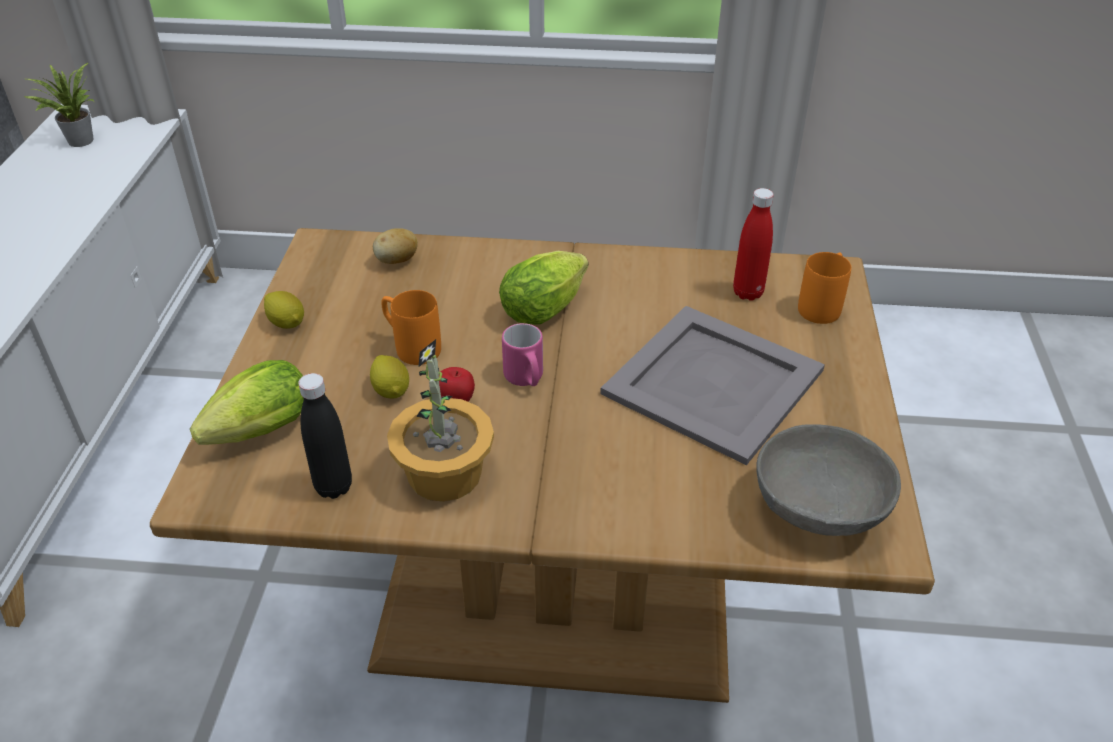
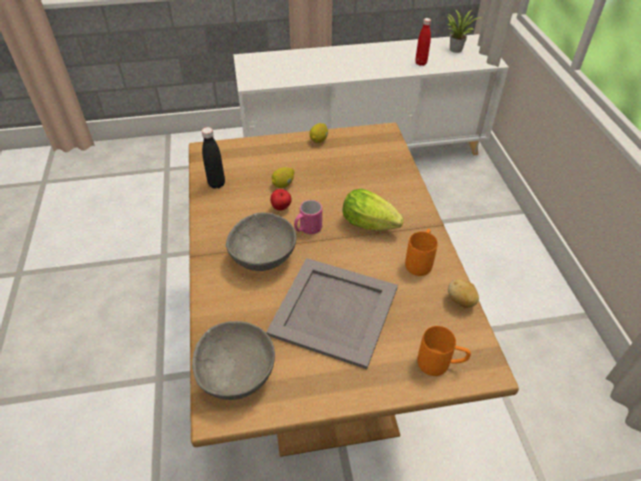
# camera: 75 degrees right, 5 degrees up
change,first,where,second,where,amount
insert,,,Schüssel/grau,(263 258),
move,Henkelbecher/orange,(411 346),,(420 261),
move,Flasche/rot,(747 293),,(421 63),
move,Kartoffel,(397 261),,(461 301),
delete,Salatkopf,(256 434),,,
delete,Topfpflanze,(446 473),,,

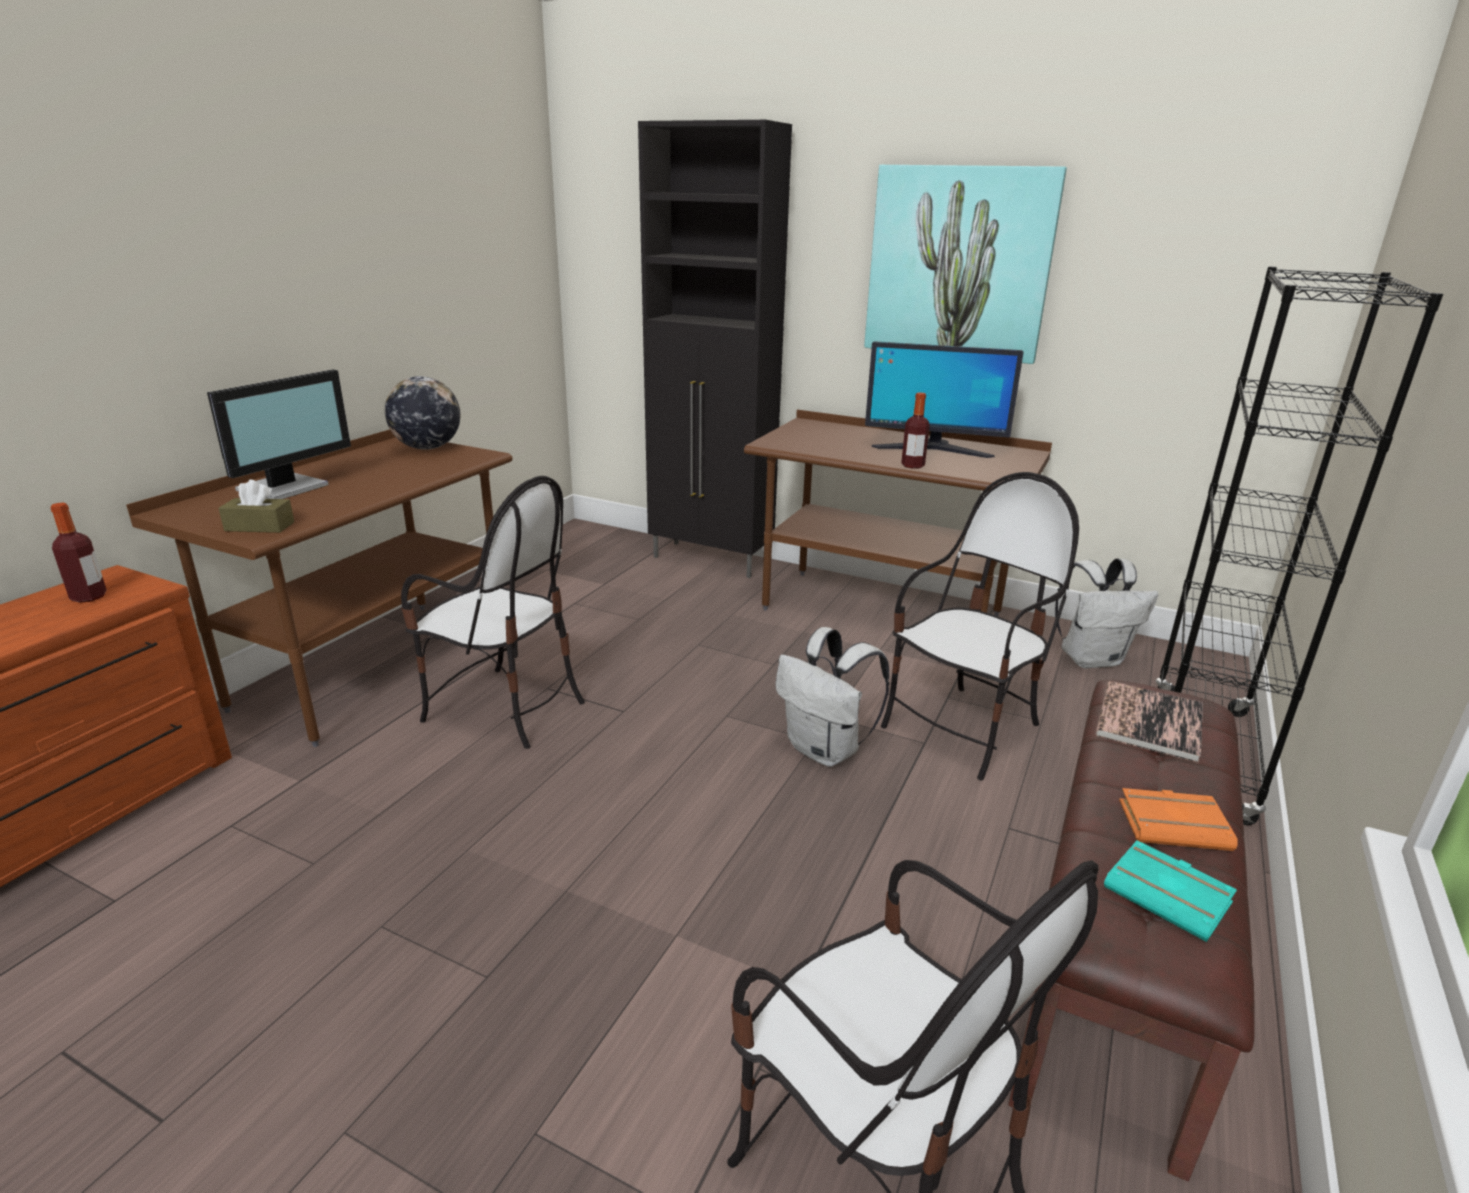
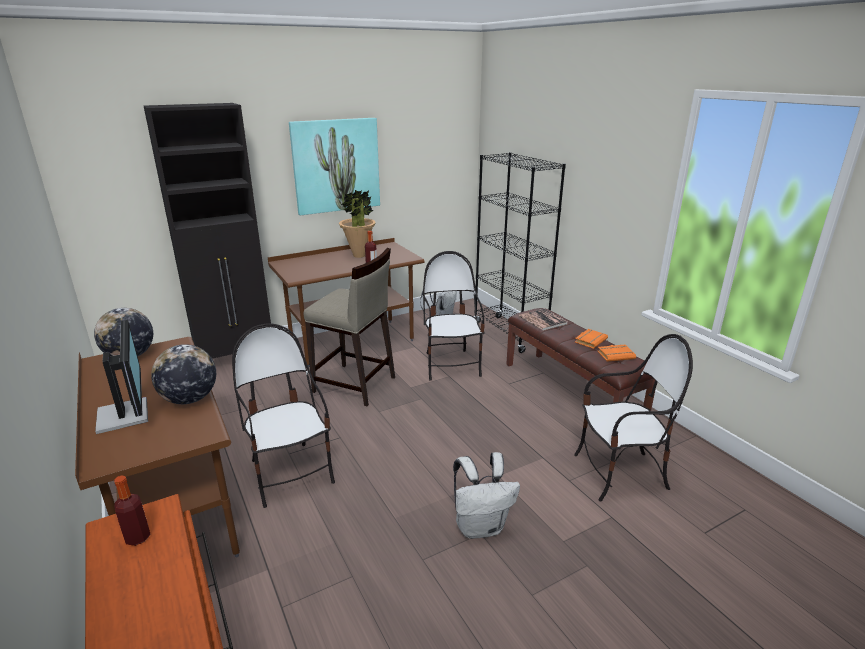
# camera: 55 degrees left, 0 degrees up
change,first,where,second,where,amount
insert,,,Globus,(190 399),
rotate,Stuhl,(504 709),,(290 473),90 degrees counterclockwise
insert,,,Hocker/beige,(355 385),
replace,Monitor,(933 449),Topfpflanze,(359 255),
move,Rucksack/weiß,(826 750),,(481 526),
recolor,Buch/türkis,(1170 896),Buch/orange,(616 355),
delete,Taschentuchbox/braun,(259 526),,,

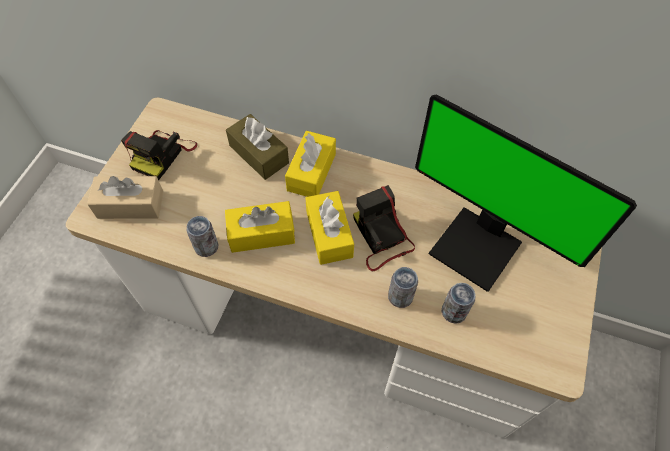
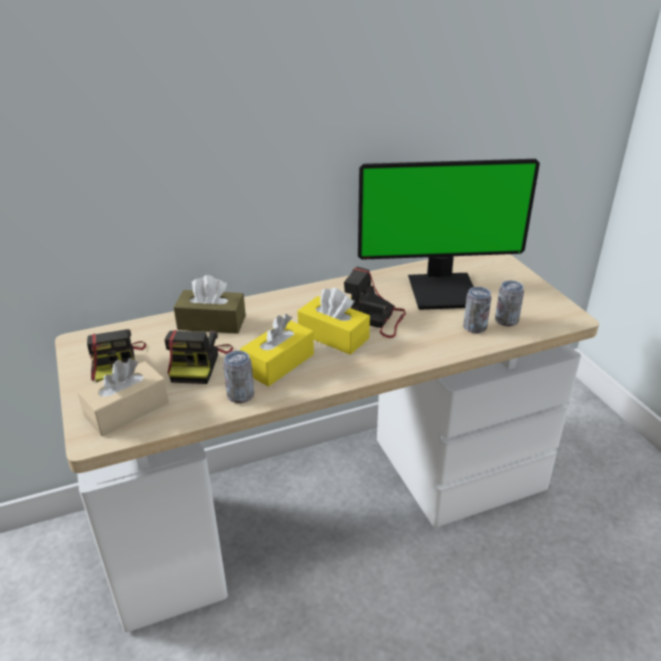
# camera: 40 degrees left, 25 degrees down
change,first,where,second,where,amount
insert,,,Kamera,(199 363),
move,Dose,(400 296),,(506 320),
delete,Taschentuchbox/gelb,(311 172),,,

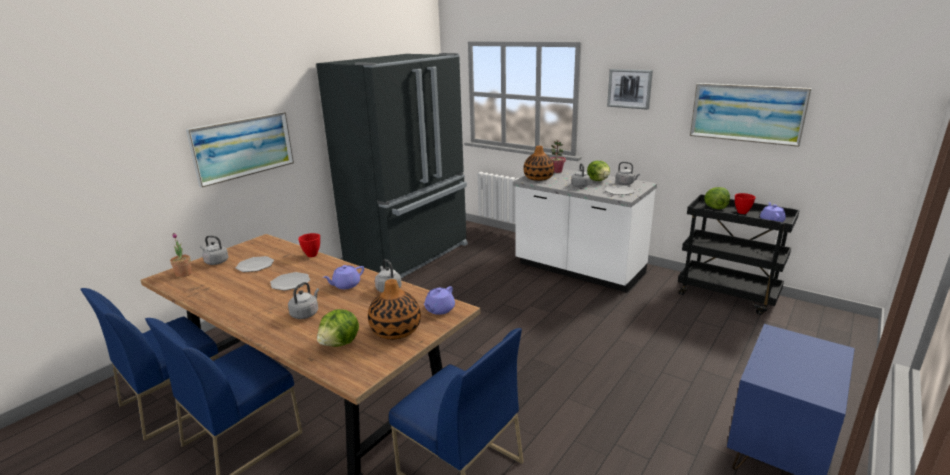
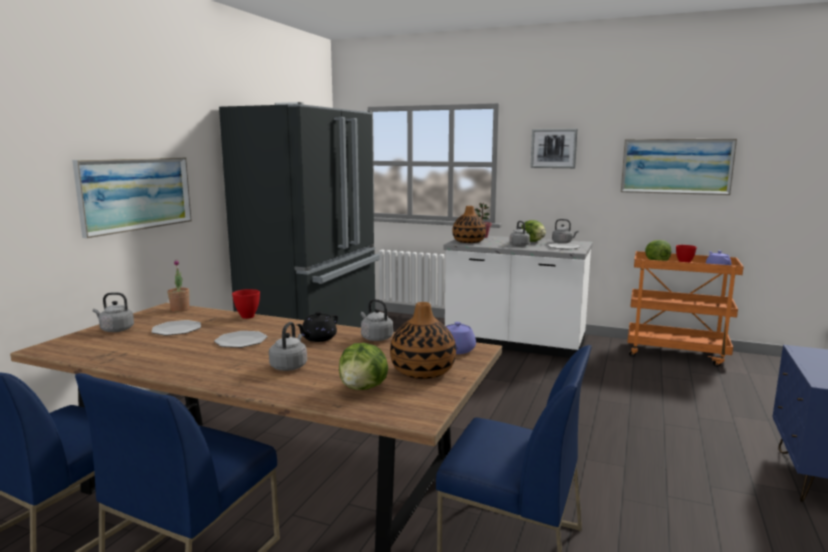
# camera: 15 degrees left, 10 degrees down
change,first,where,second,where,amount
move,Topfpflanze,(184 274),,(180 309),
recolor,Teekanne/lila,(346 285),Teekanne/schwarz,(318 338),
recolor,Rollwagen/schwarz,(728 295),Rollwagen/orange,(676 354),

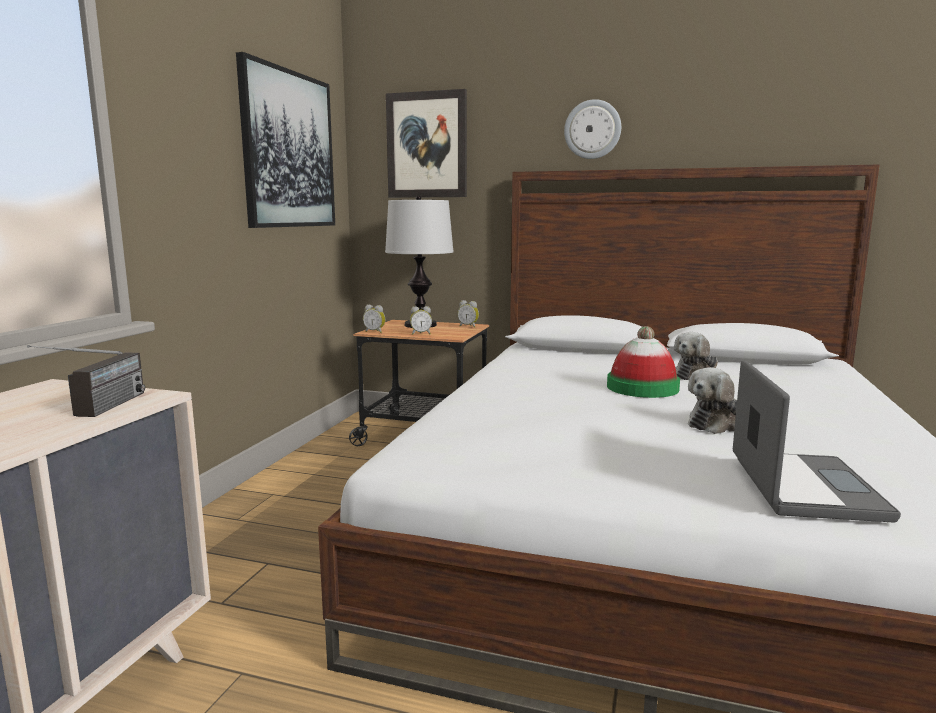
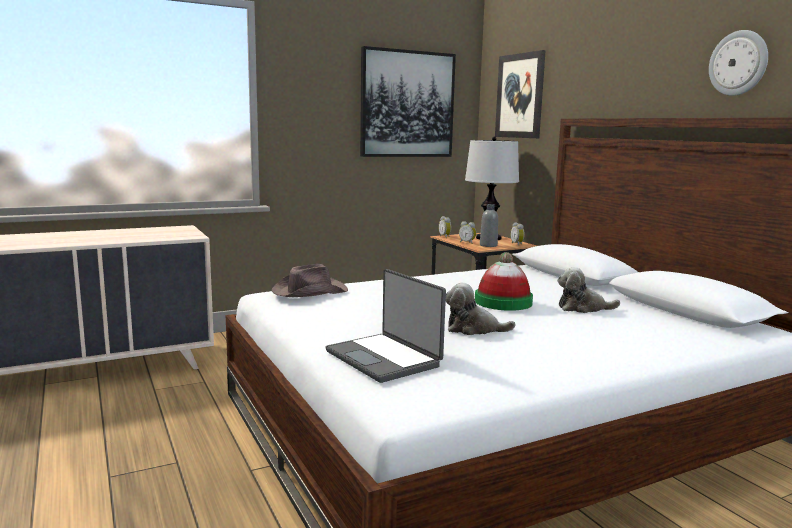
# camera: 45 degrees right, 0 degrees up
change,first,where,second,where,amount
insert,,,Hut/braun,(309 291),
rotate,Laptop,(802 487),,(384 358),90 degrees clockwise
insert,,,Flasche/grau,(488 245),
move,Wanduhr,(592 129),,(738 63),
delete,Radio,(99 410),,,

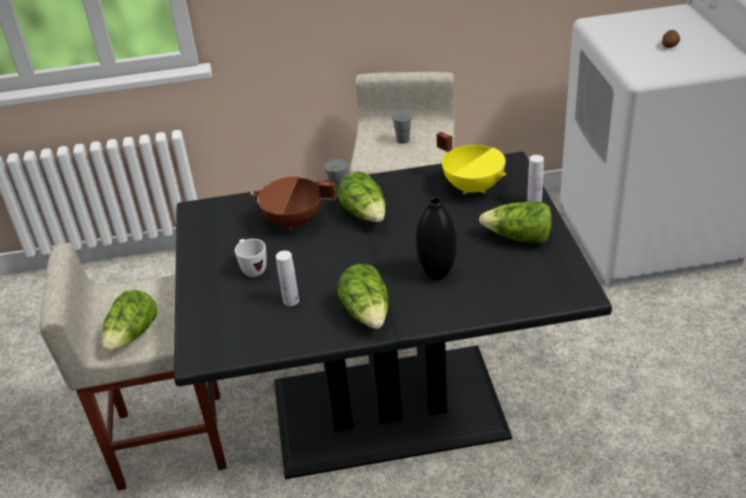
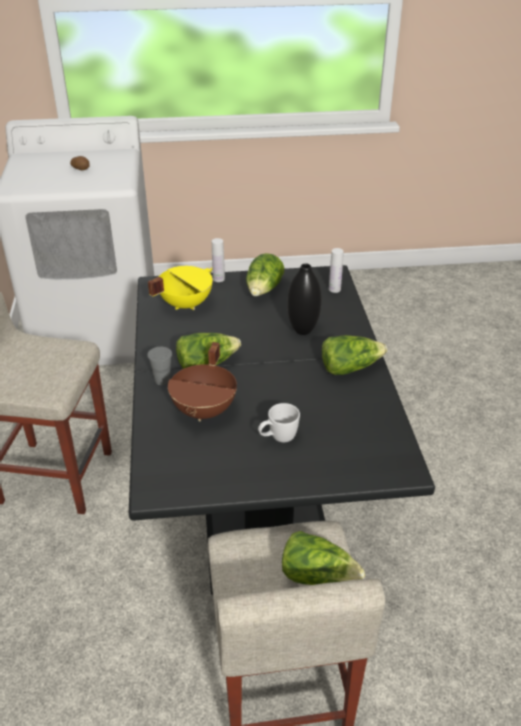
# camera: 90 degrees left, 0 degrees up
change,first,where,second,where,amount
move,Flasche/weiß,(291 300),,(334 289),
delete,Tasse/grau,(403 140),,,

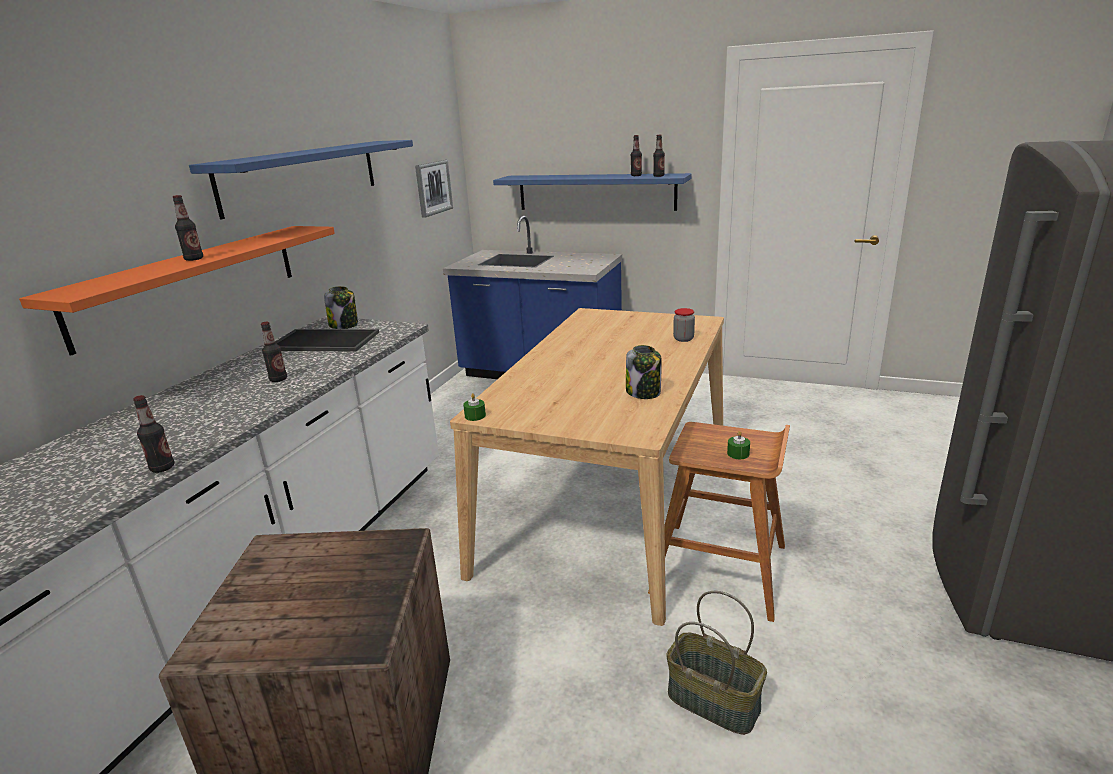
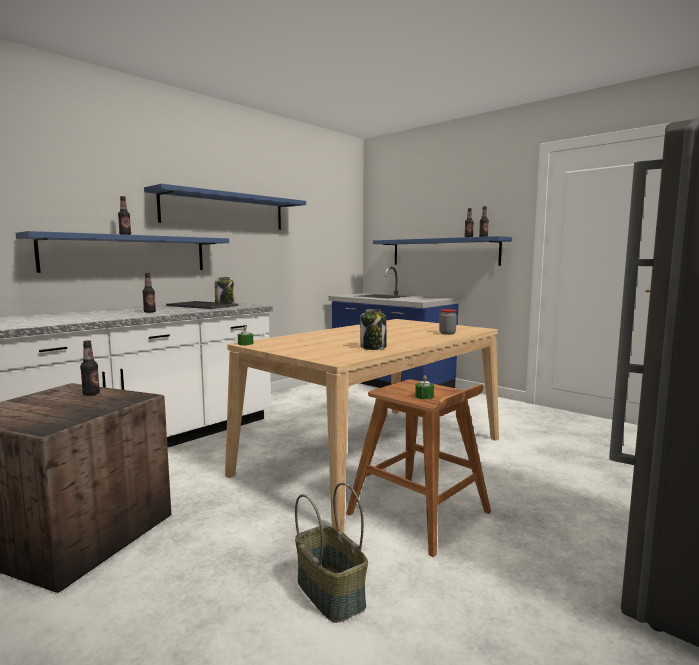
# camera: 20 degrees right, 15 degrees down
change,first,where,second,where,amount
recolor,Wandregal/orange,(191 282),Wandregal/blau,(128 253),
move,Flasche,(162 468),,(91 394),
delete,Bild,(433 188),,,

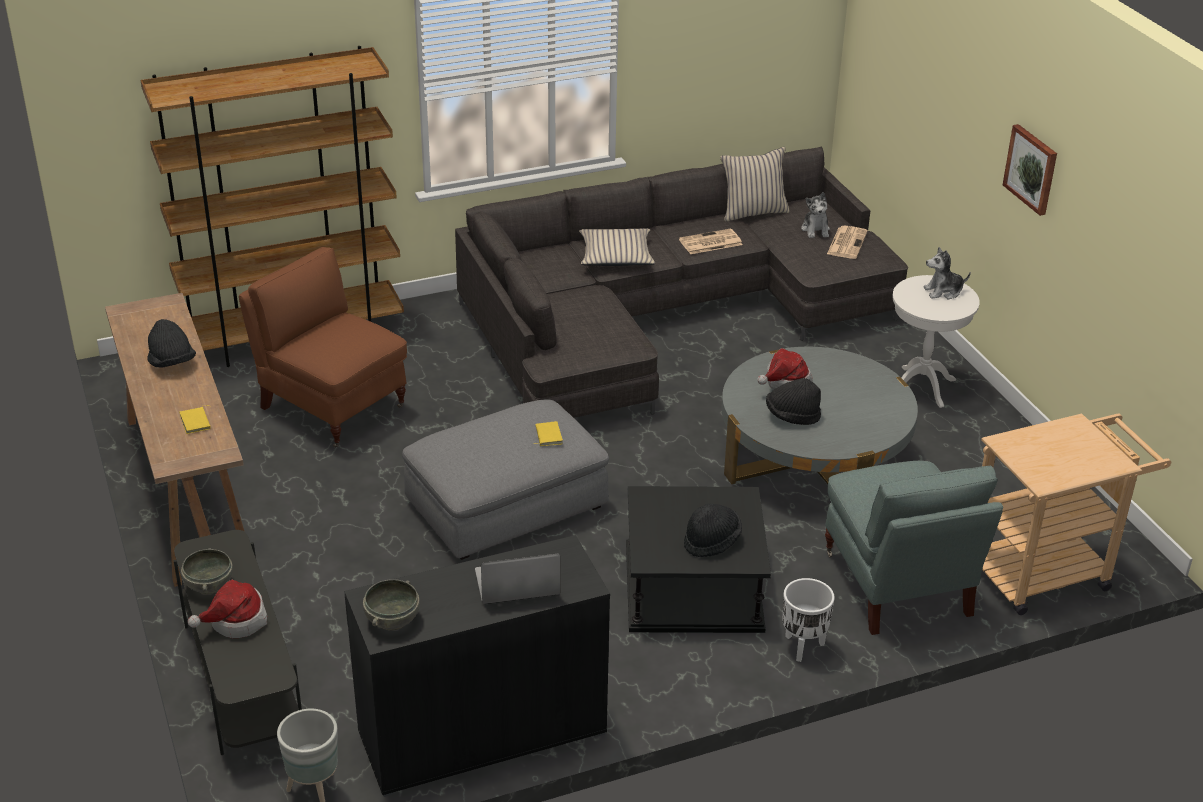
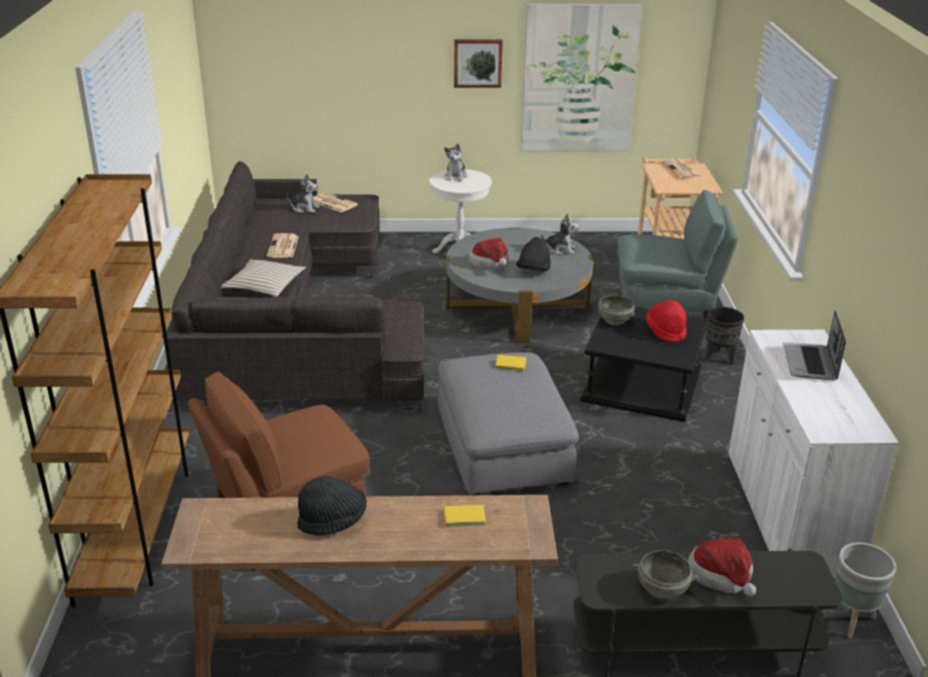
# camera: 70 degrees left, 5 degrees down
change,first,where,second,where,amount
insert,,,Bild,(579 79),
insert,,,Plüschtier,(560 249),
move,Schüssel/grau,(392 619),,(614 320),
recolor,Hut/schwarz,(712 541),Hut/rot,(666 331),
insert,,,Zeitung,(681 170),
recolor,Pflanzkübel/weiß,(802 647),Pflanzkübel/schwarz,(719 358),
recolor,Schrank/schwarz,(482 733),Schrank/weiß,(788 513),
delete,Kissen/beige,(753 212),,,

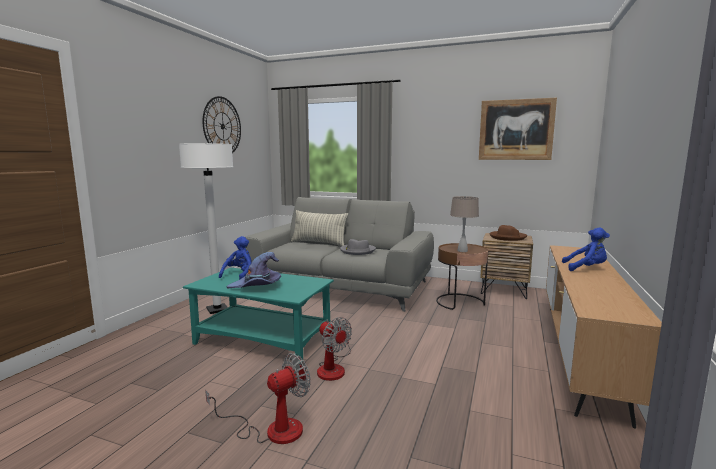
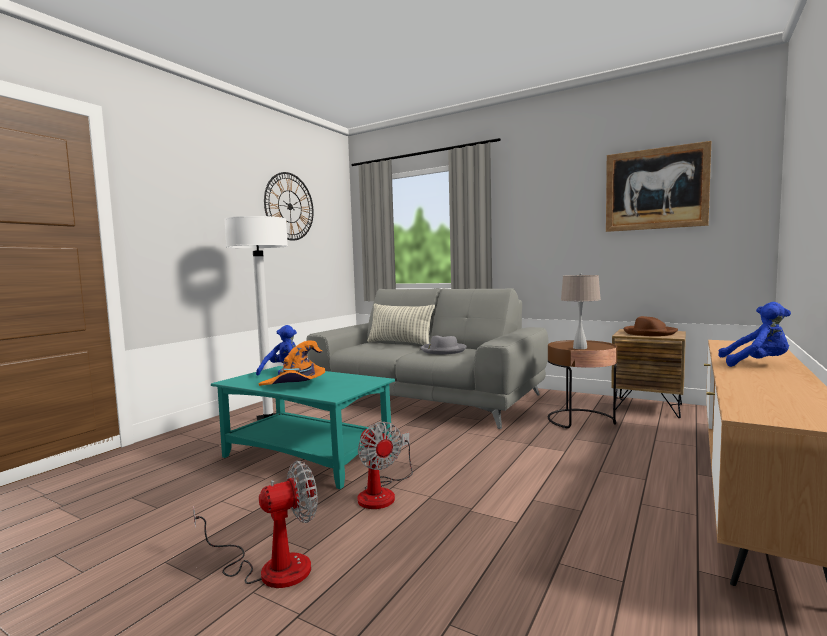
# camera: 10 degrees right, 5 degrees down
change,first,where,second,where,amount
recolor,Hut/lila,(257 286),Hut/orange,(295 384),

